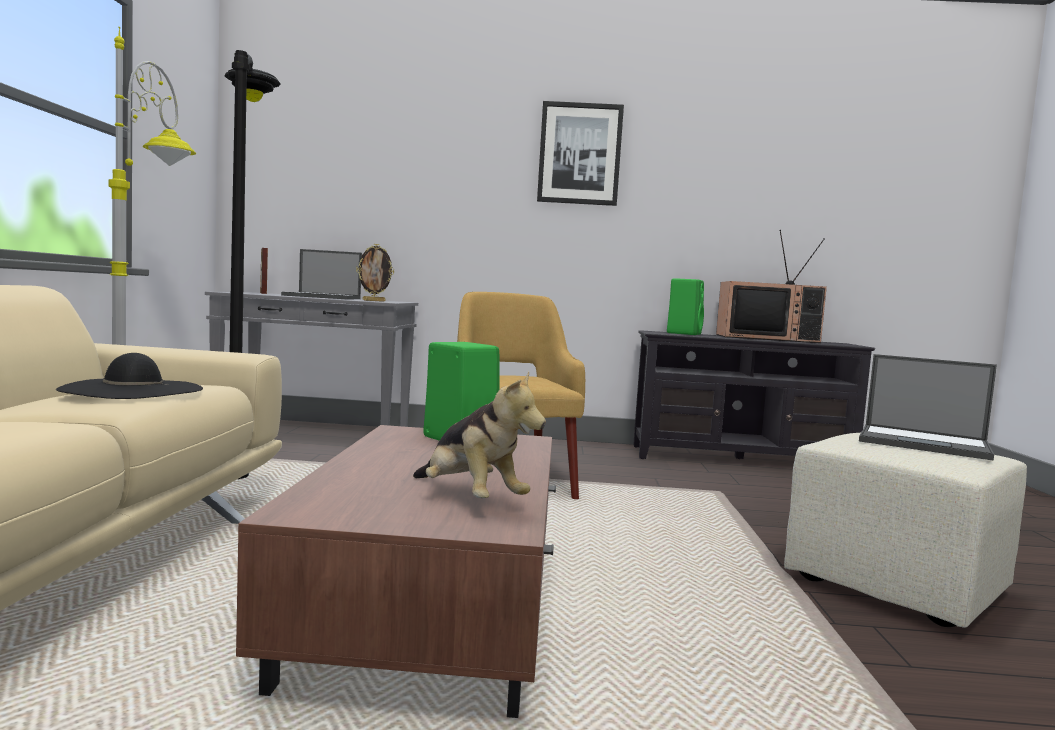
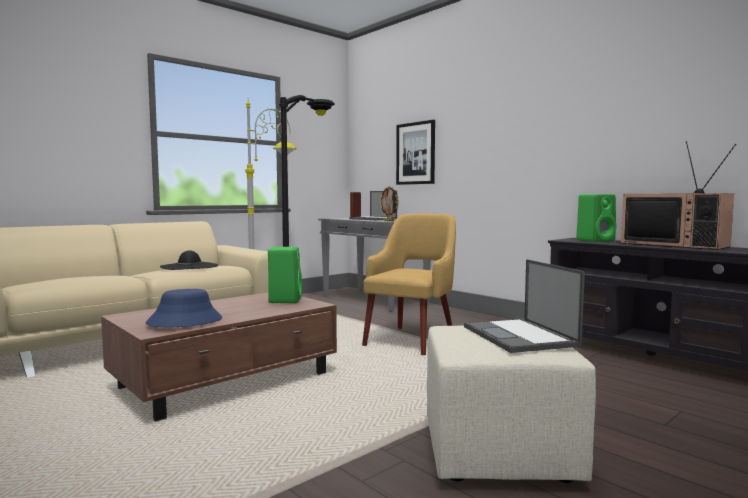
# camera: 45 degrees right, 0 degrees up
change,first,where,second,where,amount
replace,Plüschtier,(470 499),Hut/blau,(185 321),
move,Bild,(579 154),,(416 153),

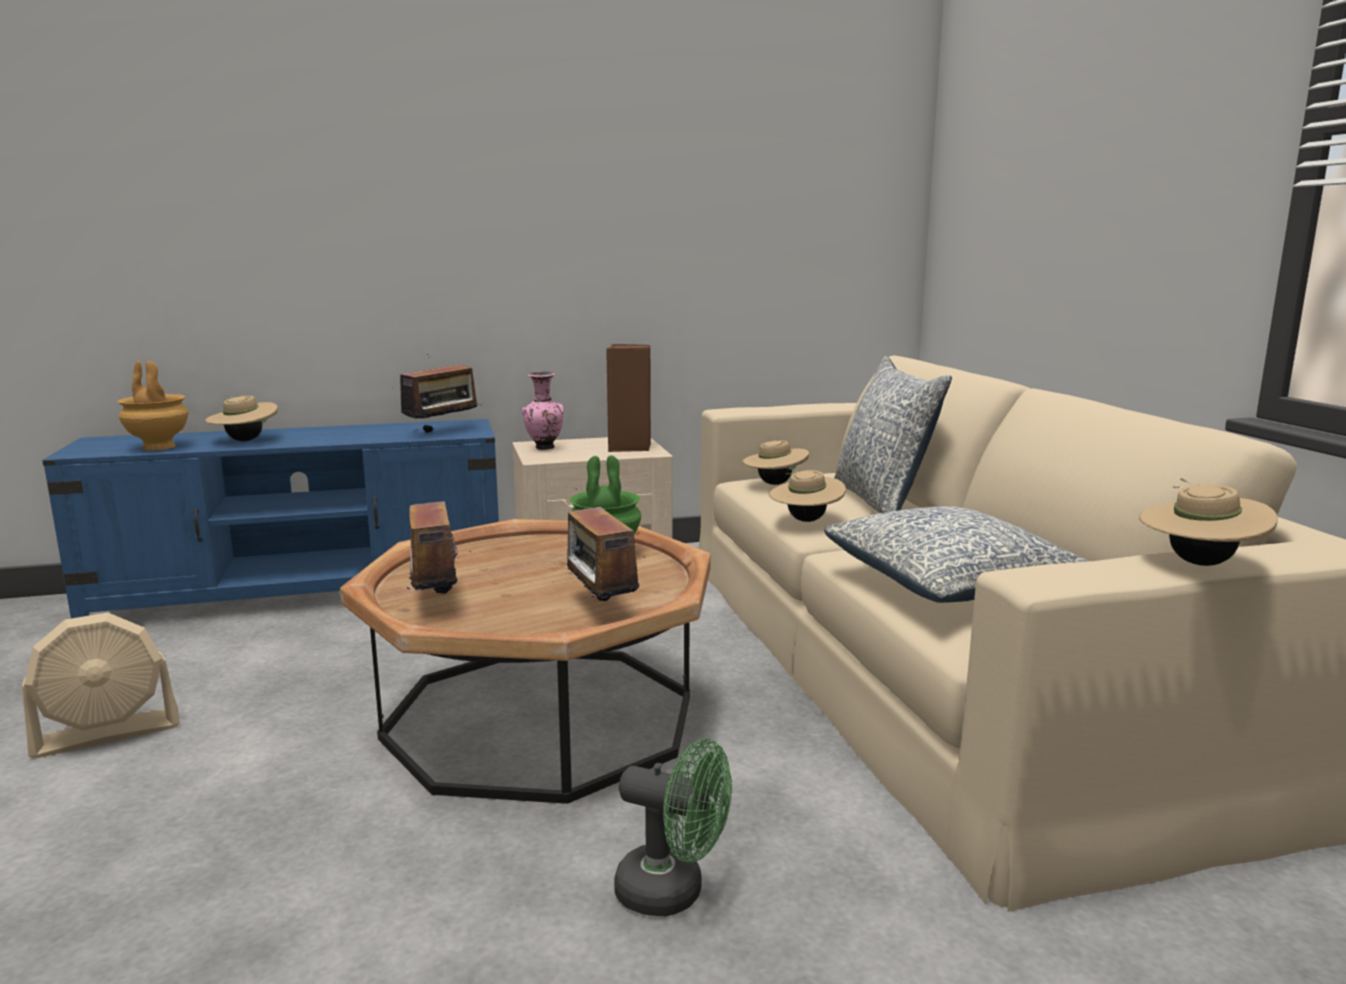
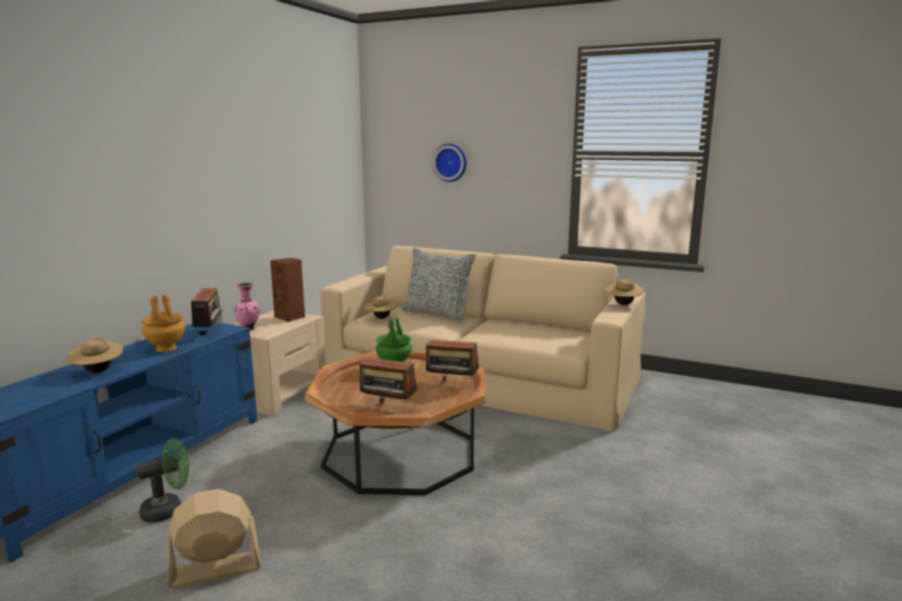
# camera: 50 degrees left, 0 degrees up
change,first,where,second,where,amount
move,Ventilator/grün,(673 892),,(168 510),
move,Vase/braun,(157 447),,(165 349),
rotate,Ventilator/beige,(108 733),,(215 569),120 degrees counterclockwise
insert,,,Wanduhr,(451 162),
delete,Hut/beige,(805 520),,,
delete,Kissen,(953 583),,,

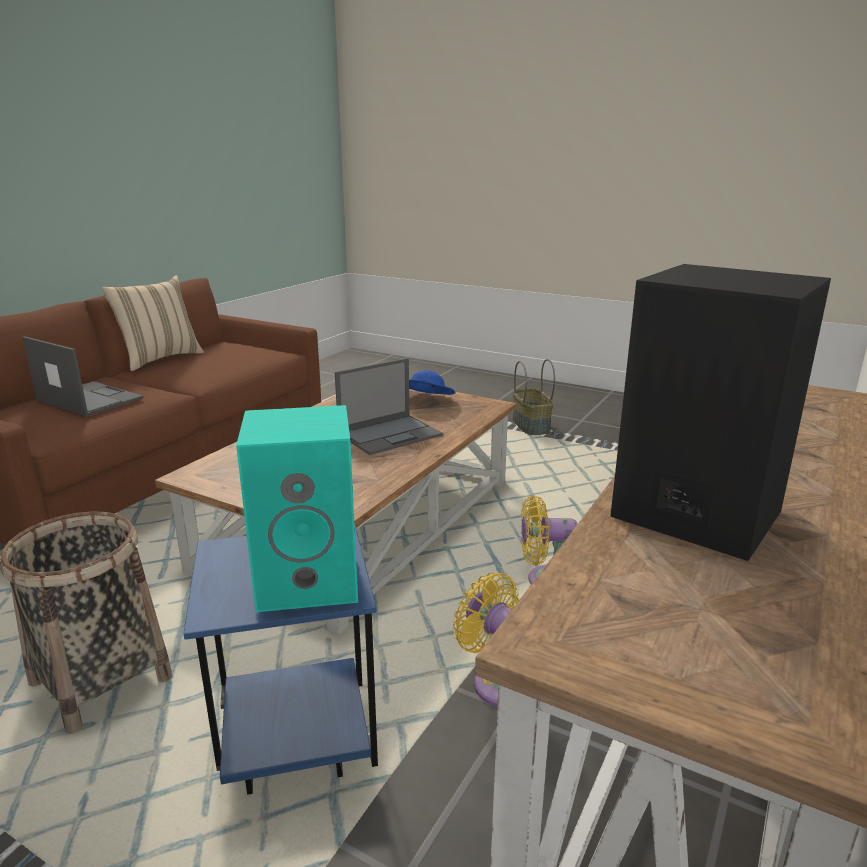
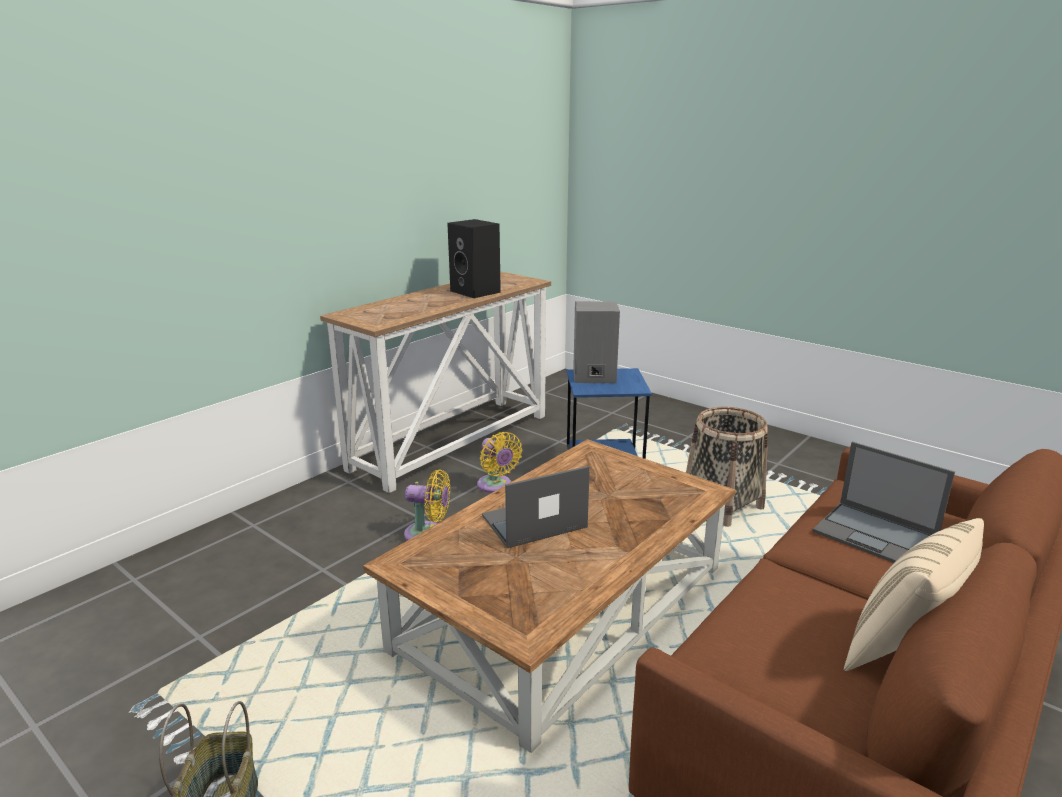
# camera: 170 degrees left, 0 degrees up
change,first,where,second,where,amount
recolor,Lautsprecher/türkis,(310 580),Lautsprecher/grau,(593 377),
delete,Hut/blau,(426 401),,,

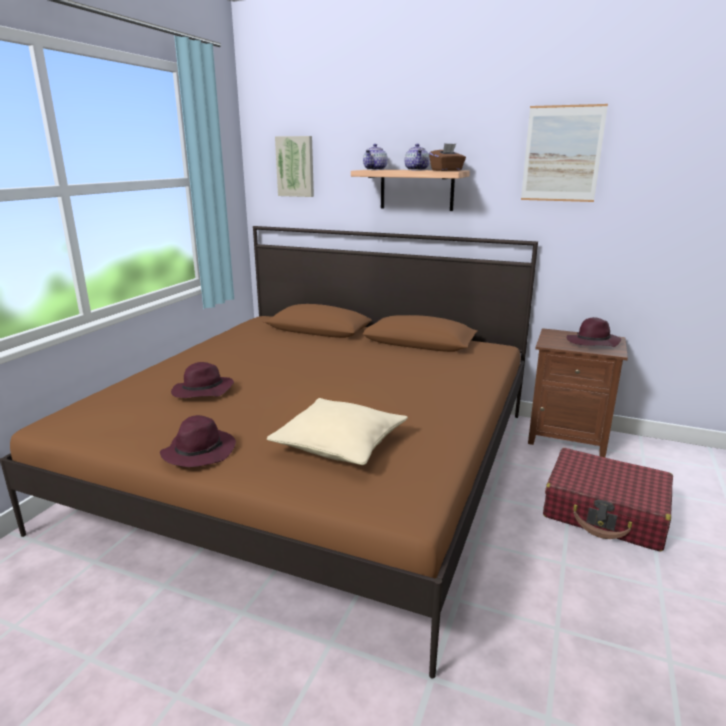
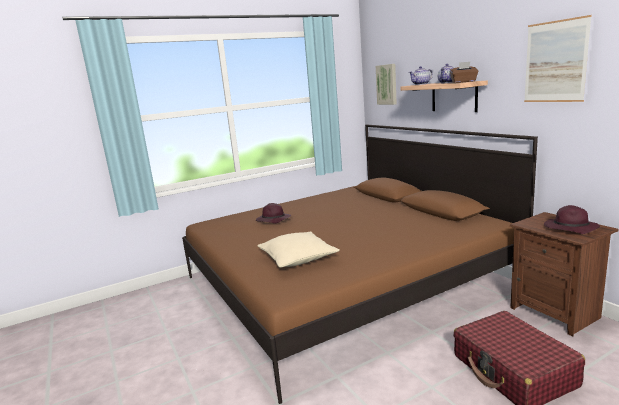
# camera: 40 degrees right, 5 degrees down
change,first,where,second,where,amount
delete,Hut/lila,(199 451),,,

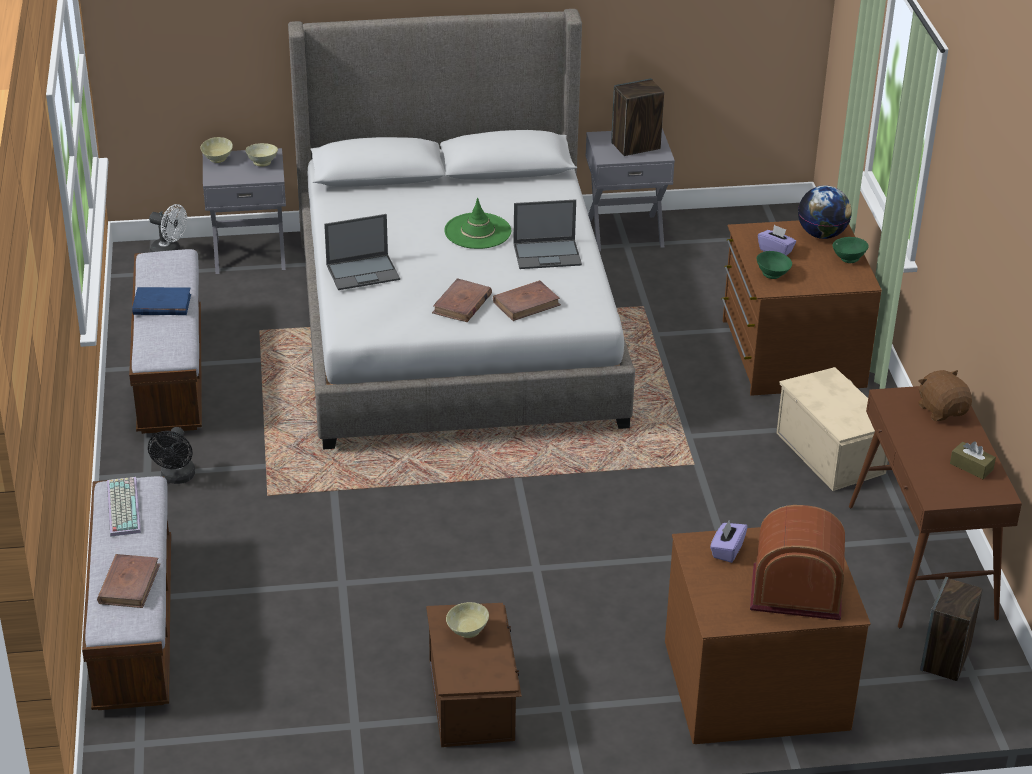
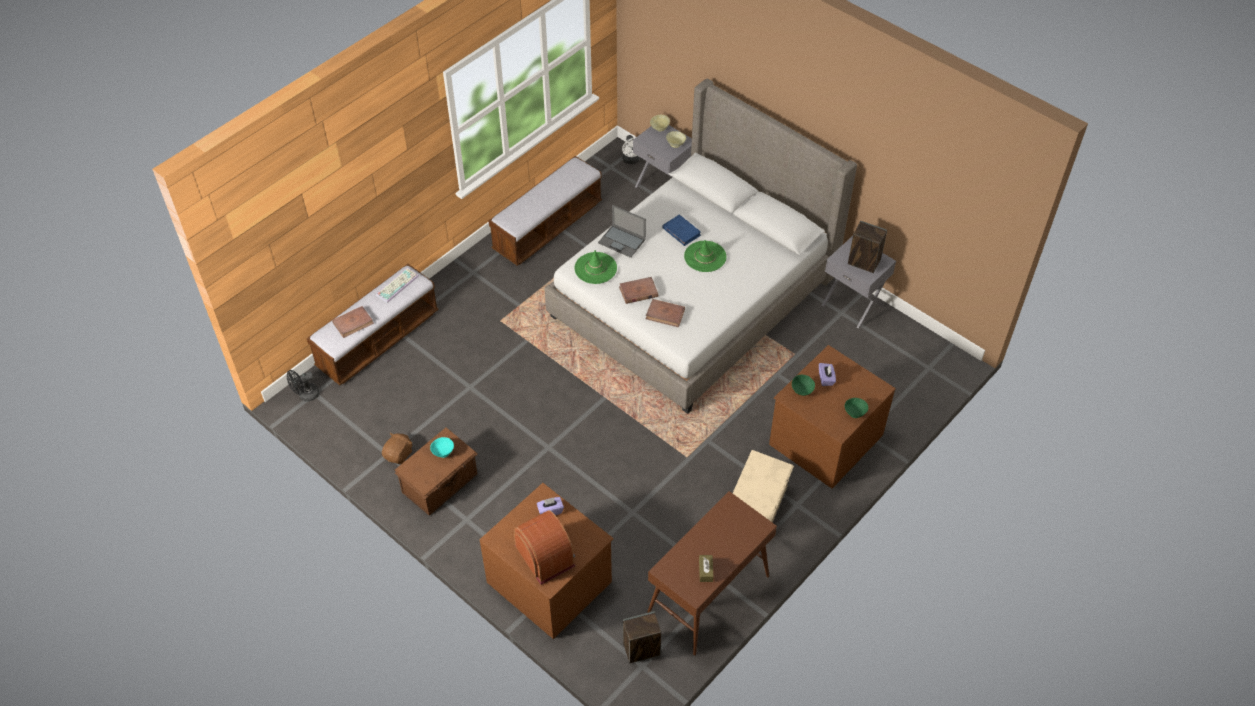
# camera: 50 degrees right, 15 degrees up
change,first,where,second,where,amount
move,Ventilator/schwarz,(177 478),,(305 395),
move,Plüschtier/braun,(942 410),,(399 454),
recolor,Schüssel/beige,(467 631),Schüssel/türkis,(443 452),
insert,,,Hut/grün,(595 268),
move,Buch/blau,(161 305),,(681 231),
delete,Laptop,(548 254),,,
delete,Globus,(822 234),,,

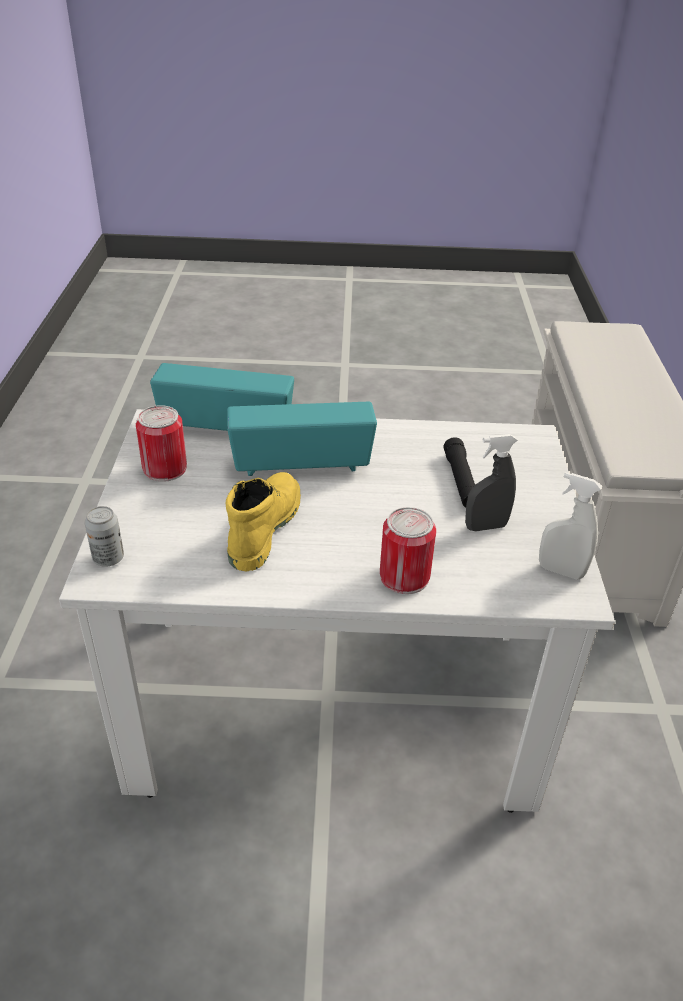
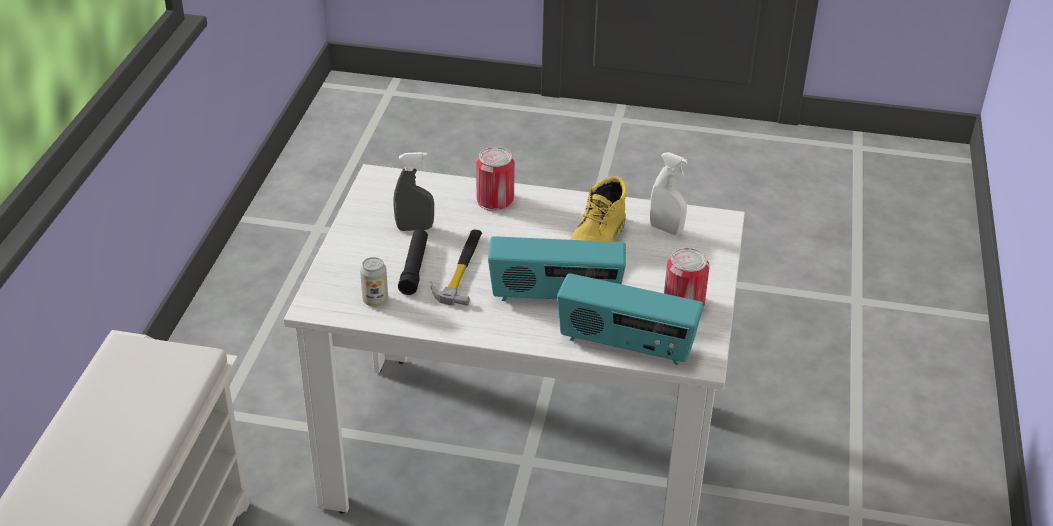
# camera: 170 degrees left, 0 degrees up
change,first,where,second,where,amount
move,Dose,(108 558),,(375 300),
insert,,,Hammer,(461 269),
move,Sprühflasche/weiß,(561 571),,(666 229),

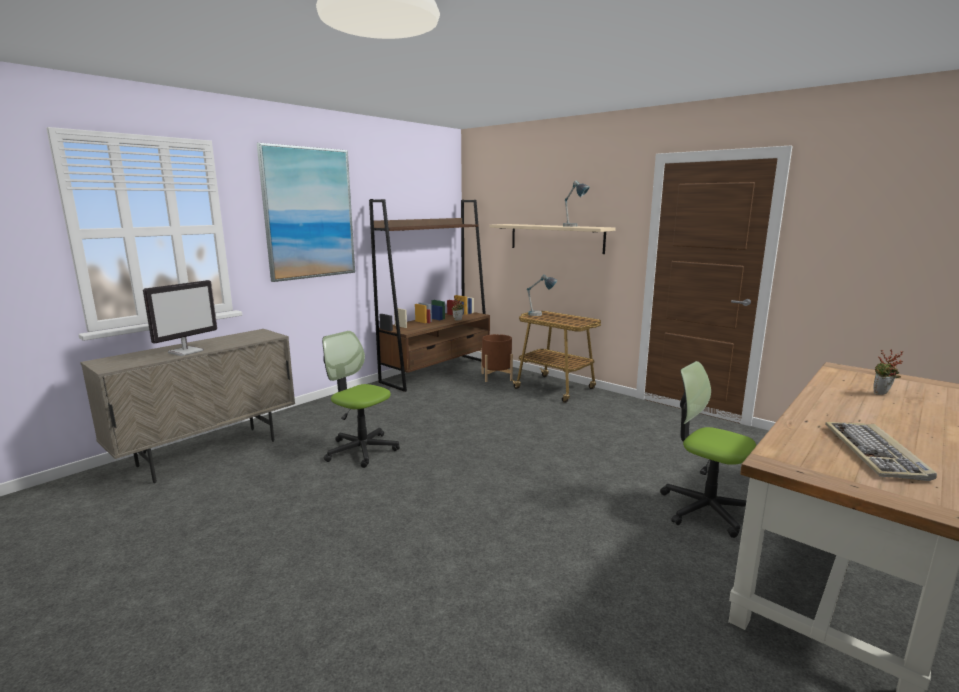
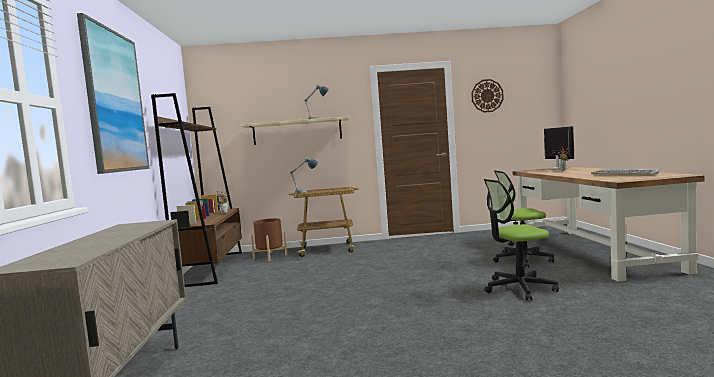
# camera: 45 degrees left, 10 degrees down
change,first,where,second,where,amount
insert,,,Wanduhr,(487 95),
move,Bürostuhl,(361 450),,(519 288),
move,Monitor,(186 351),,(557 168),

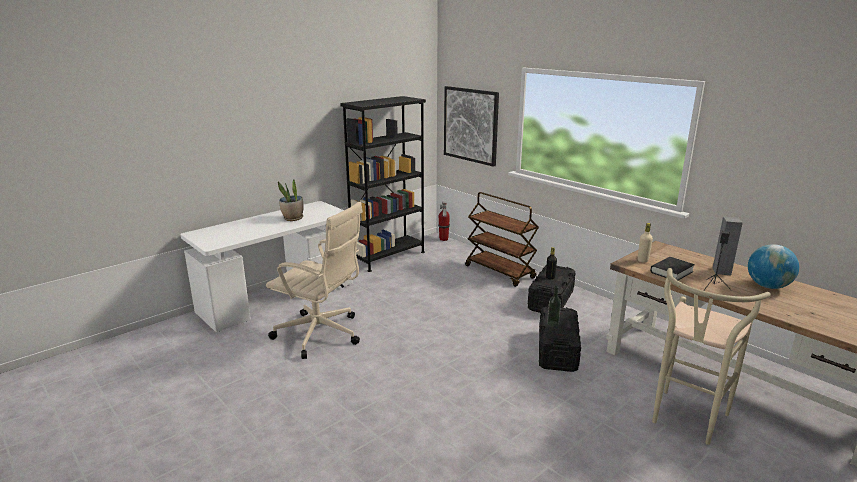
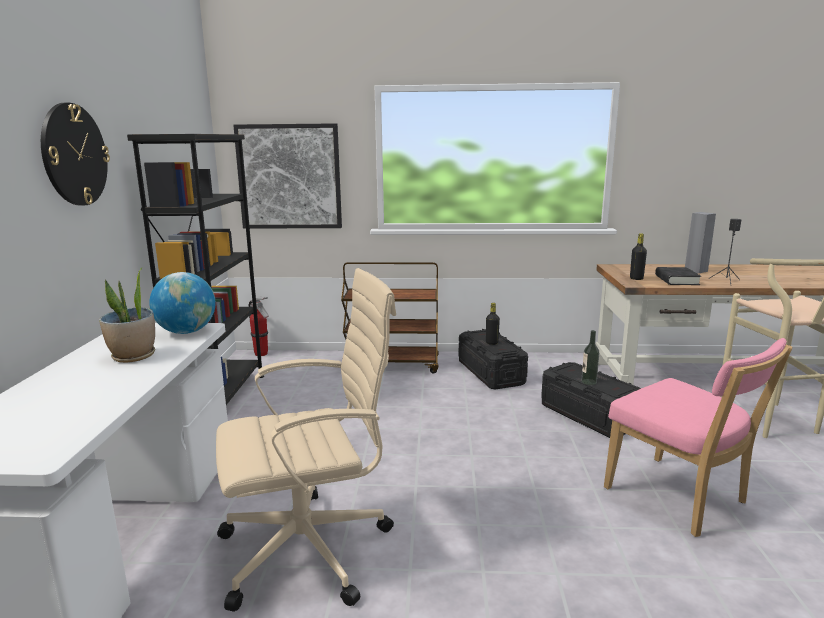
# camera: 45 degrees left, 5 degrees down
change,first,where,second,where,amount
insert,,,Wanduhr,(74 155),
move,Globus,(768 286),,(186 332),
insert,,,Stuhl/rosa,(680 498),
recolor,Flasche/beige,(642 260),Flasche/schwarz,(636 278),

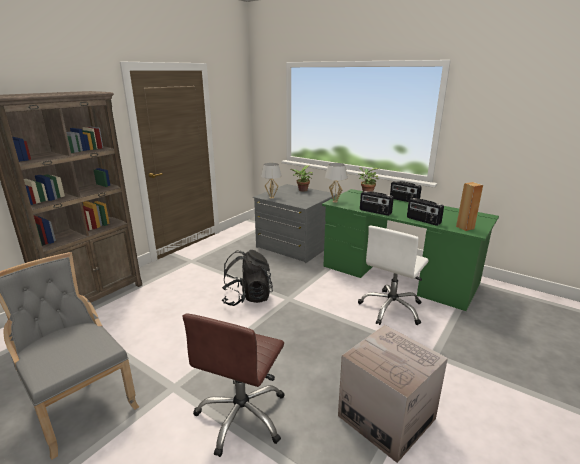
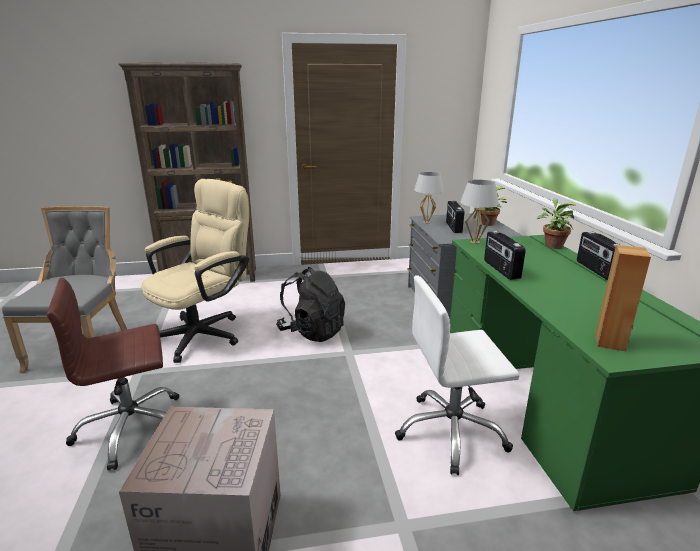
# camera: 45 degrees right, 0 degrees up
change,first,where,second,where,amount
insert,,,Bürostuhl/beige,(204 333),
move,Radio,(423 221),,(453 227),

